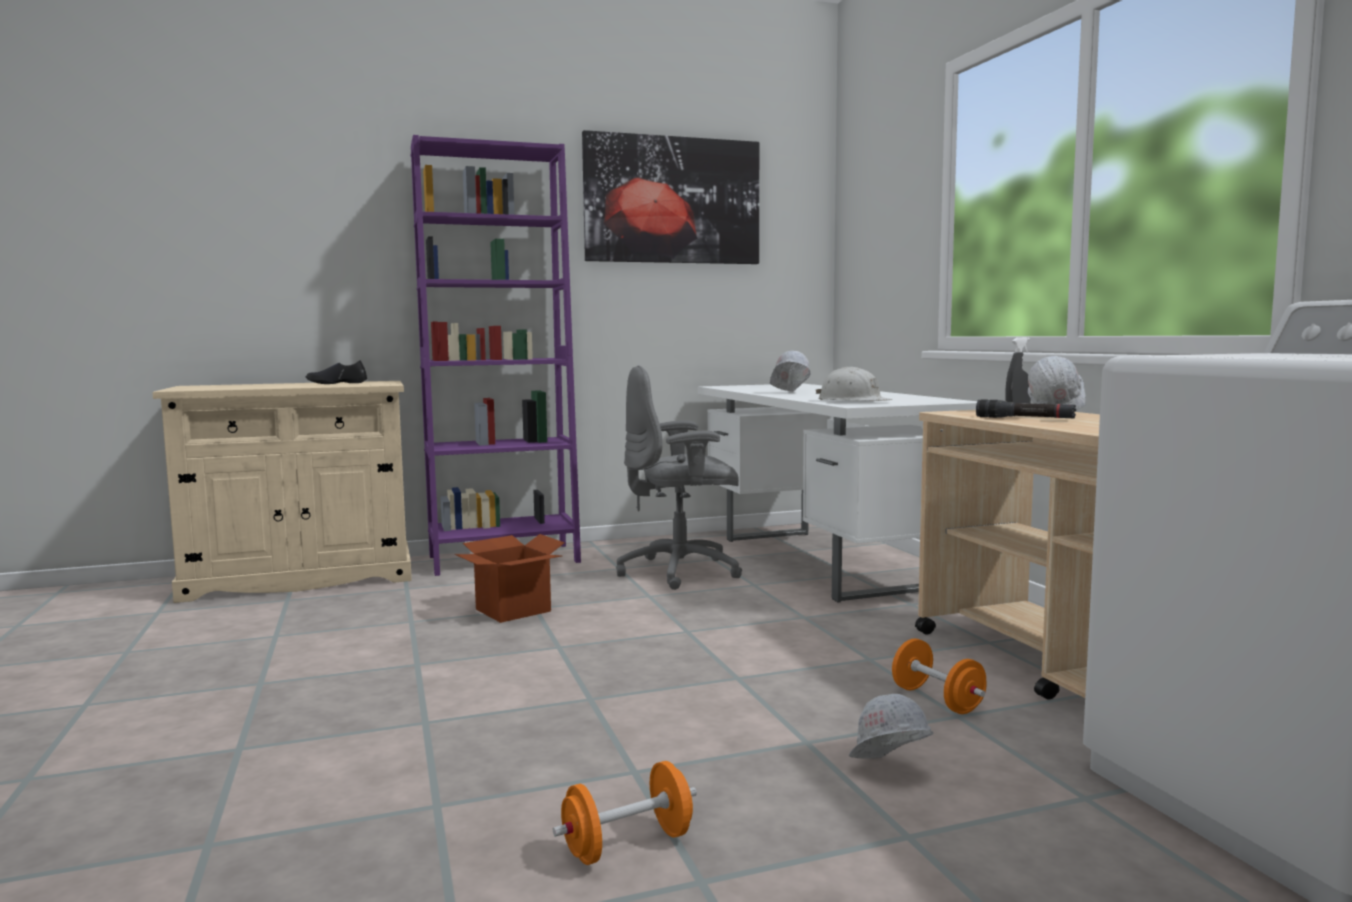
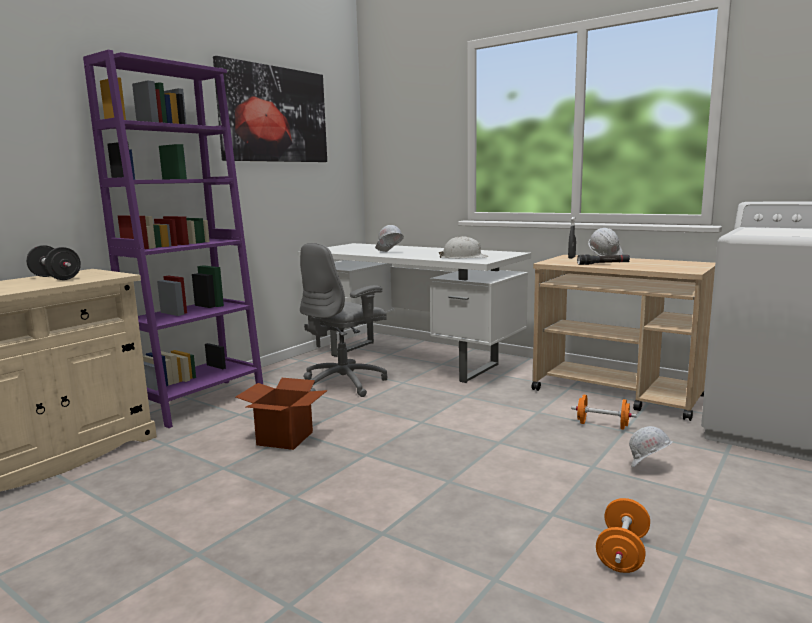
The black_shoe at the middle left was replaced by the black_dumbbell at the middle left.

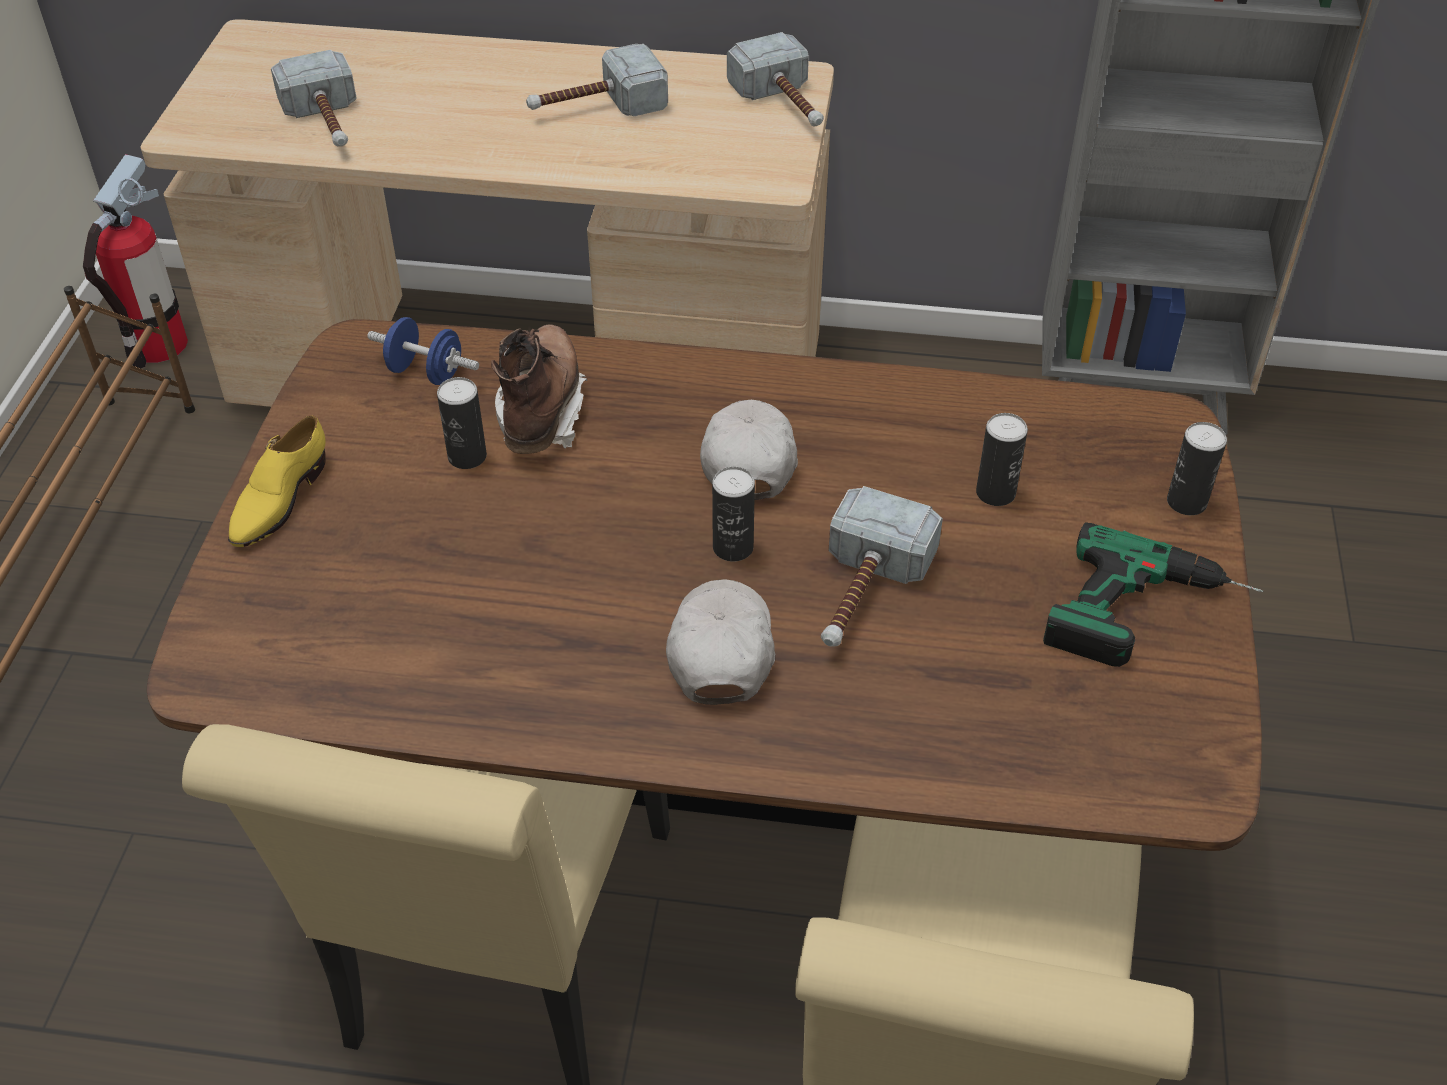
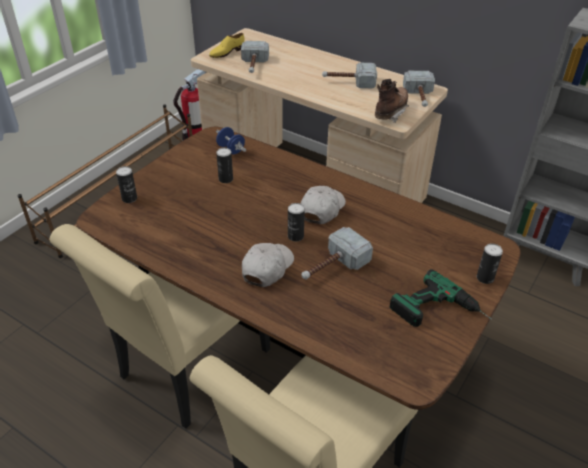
The yellow_shoe moved from the middle left to the top centre. The brown_boot moved from the centre to the top right. The can (no. 3 from left in the first image) moved from the middle right to the middle left.

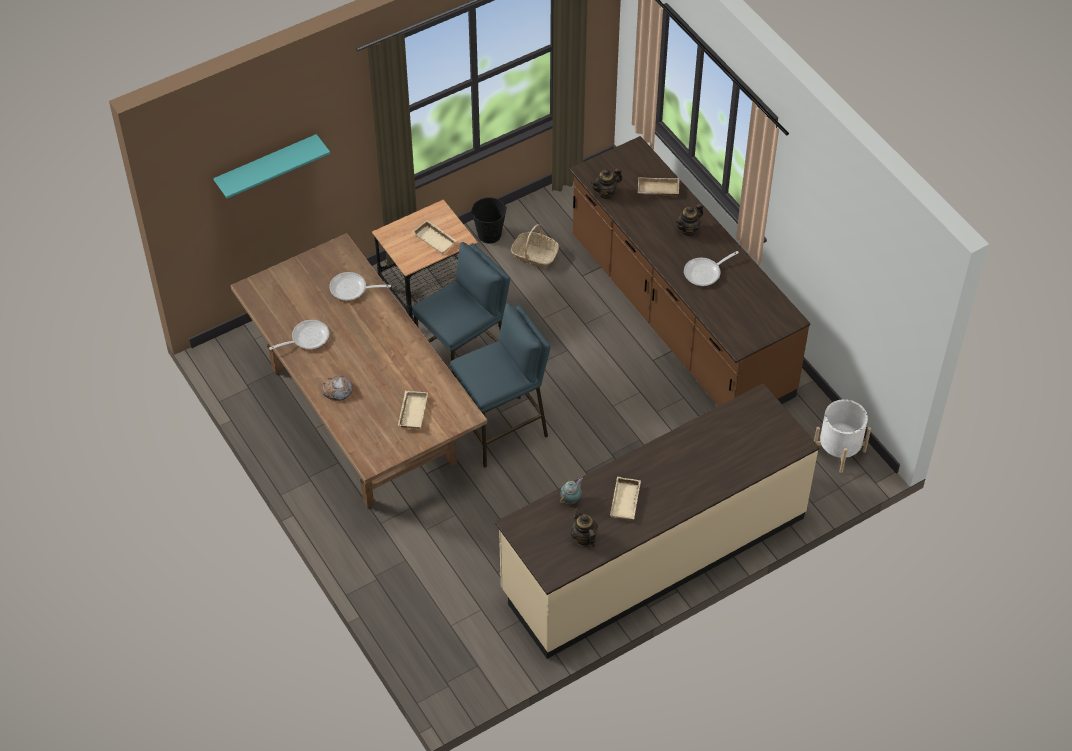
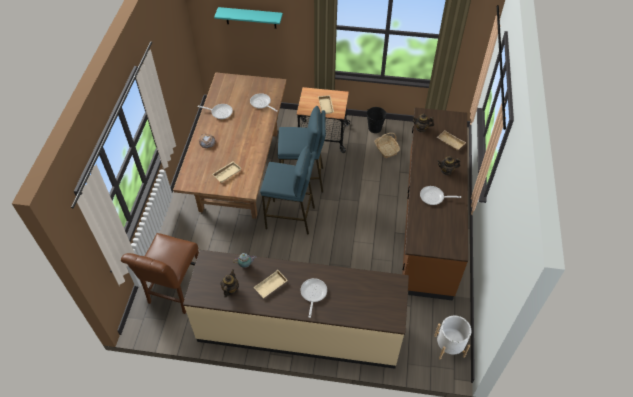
The brown_chair at the bottom left appeared. The frying_pan (no. 3 from left) at the bottom centre appeared.

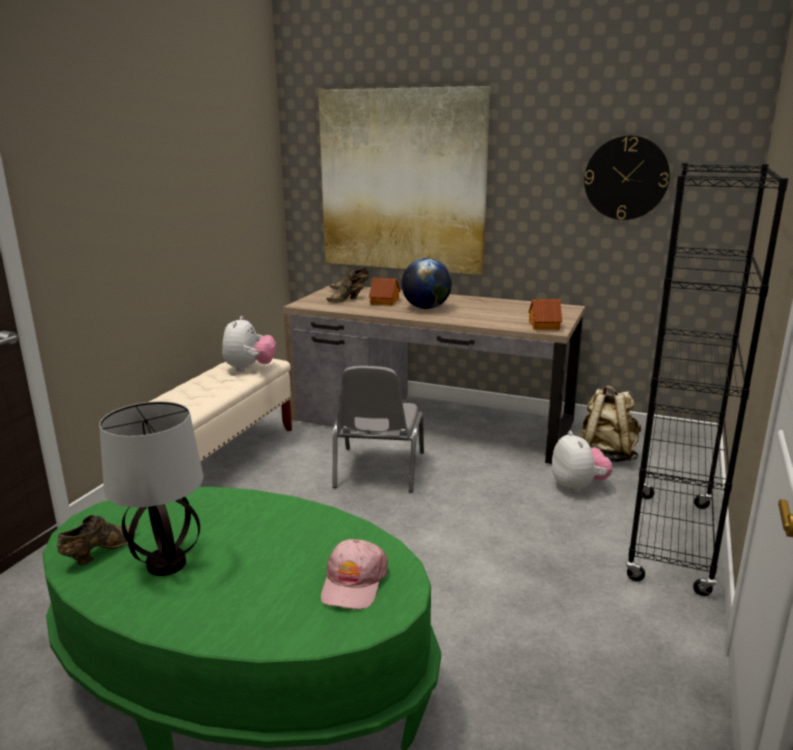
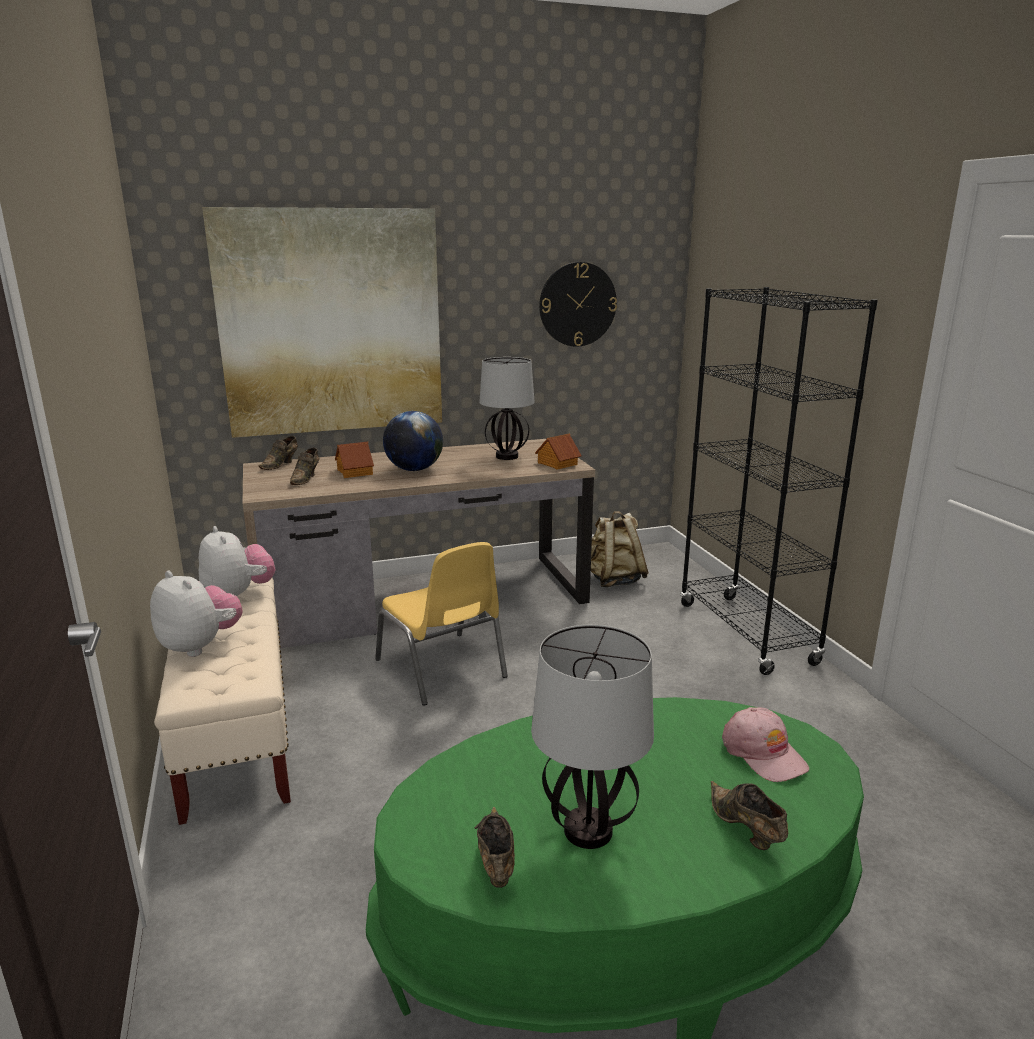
The grey_chair at the centre became the yellow_chair at the centre. The plush_toy (no. 2 from left in the first image) moved from the middle right to the middle left. The table_lamp (no. 1 from left) at the centre appeared. The brown_shoe (no. 4 from left) at the bottom right appeared.

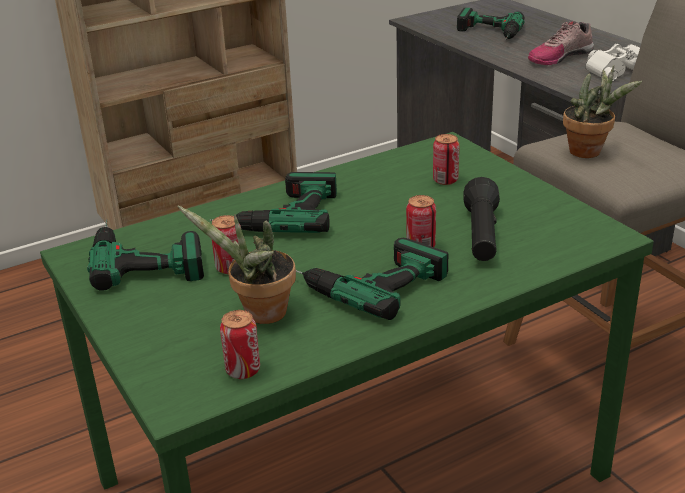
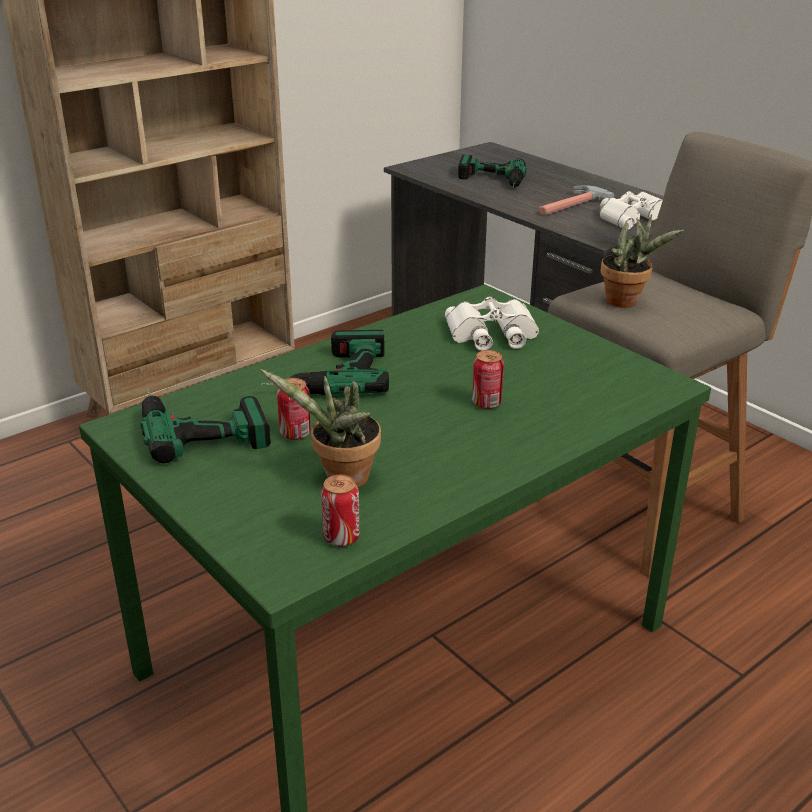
The power_drill (no. 3 from left) at the centre disappeared. The can (no. 4 from left) at the top centre was replaced by the white_binoculars (no. 1 from left) at the centre. The black_flashlight at the middle right disappeared. The shoe at the top right was replaced by the hammer at the top right.

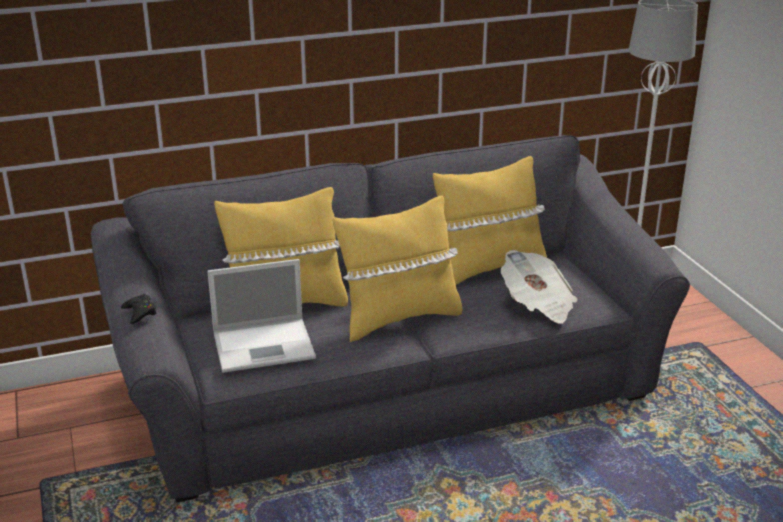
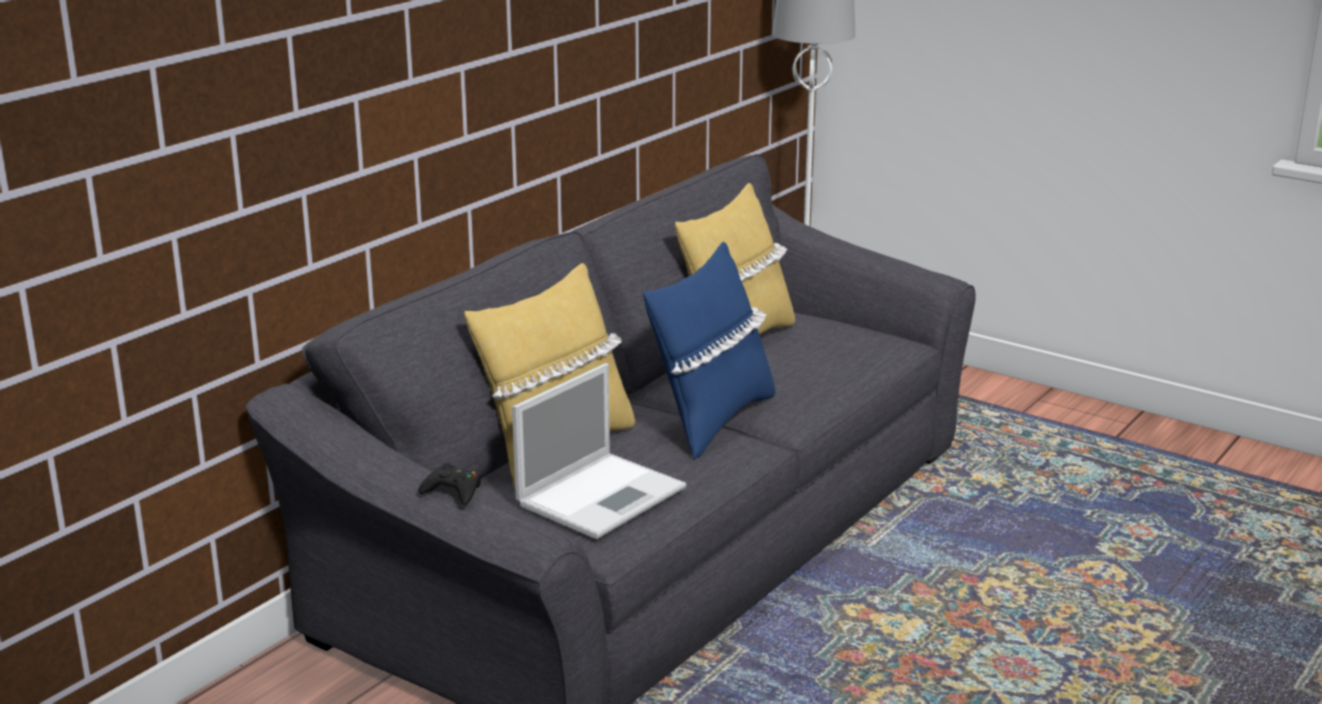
The yellow_pillow (no. 2 from left) at the centre became the blue_pillow at the centre. The newspaper at the middle right disappeared.

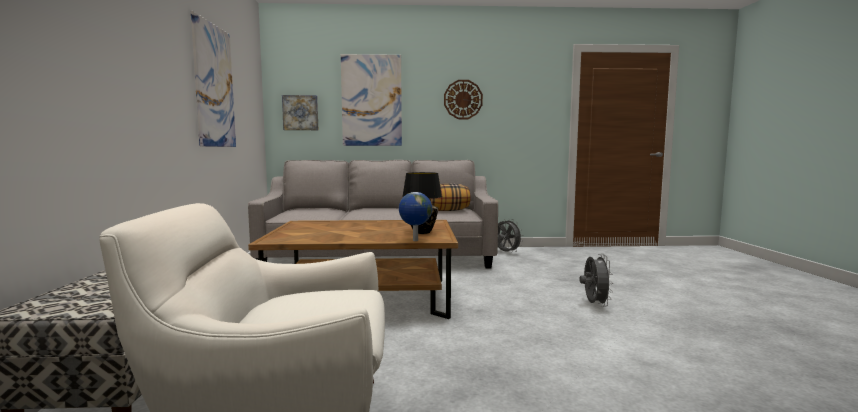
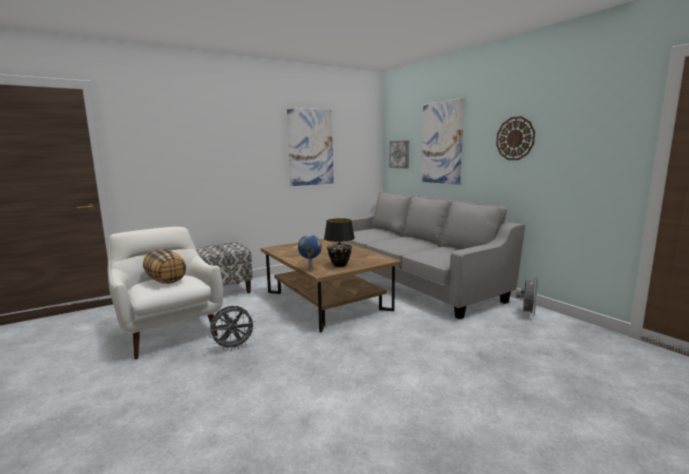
The pillow moved from the centre to the middle left. The grey_fan (no. 2 from left in the first image) moved from the bottom right to the bottom centre.

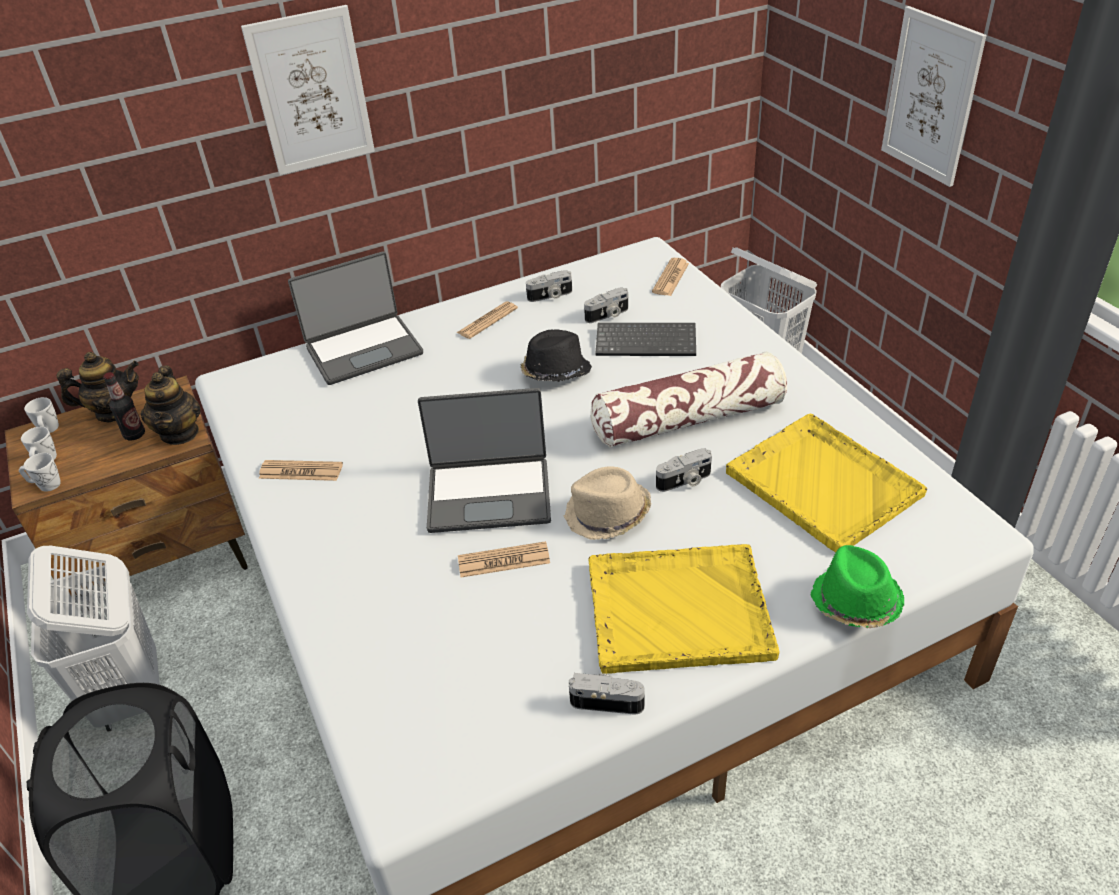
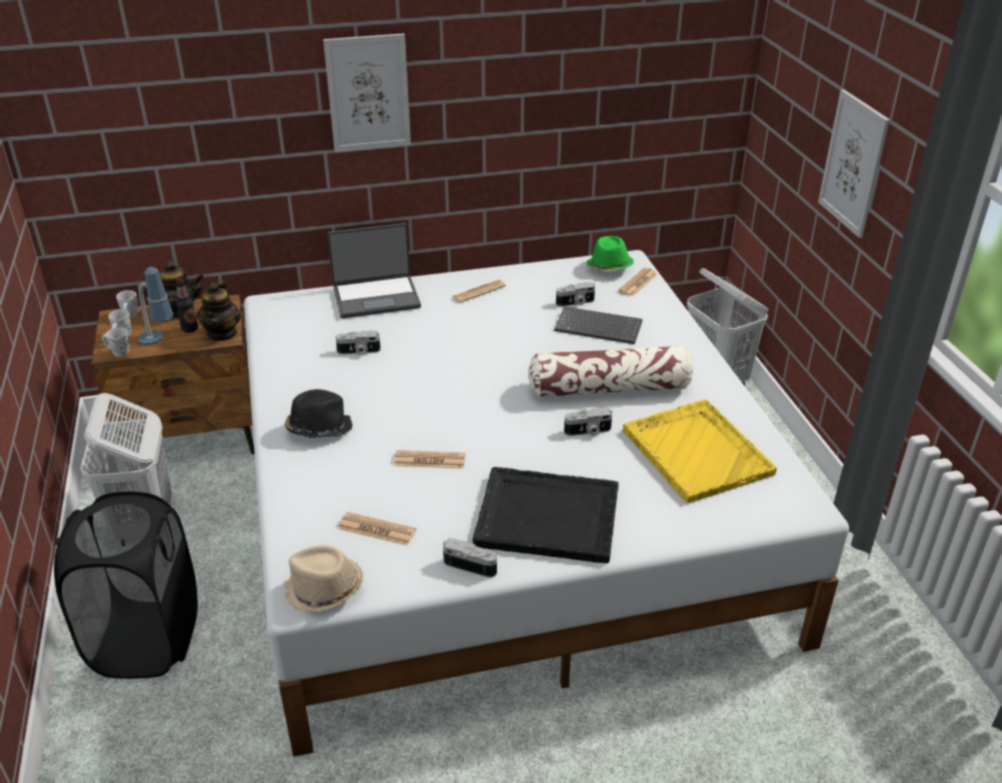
The newspaper (no. 1 from left) moved from the middle left to the bottom centre. The laptop (no. 2 from left) at the centre disappeared. The black_hat moved from the centre to the middle left. The photo_camera (no. 1 from left) moved from the top centre to the centre. The beige_hat moved from the centre to the bottom left. The yellow_tray (no. 1 from left) at the bottom centre became the black_tray at the centre. The green_hat moved from the middle right to the top centre. The table_lamp at the middle left appeared.

